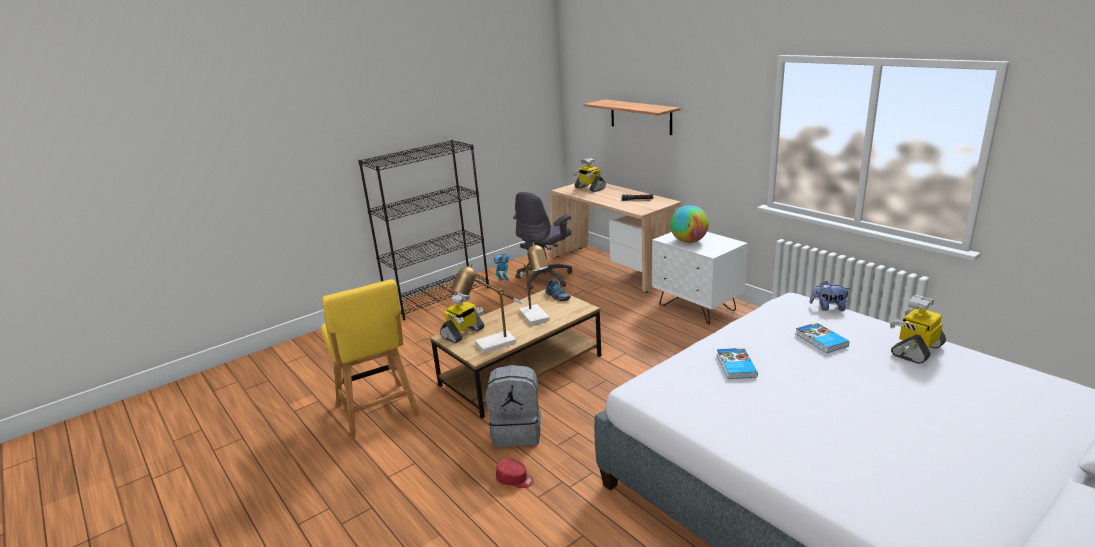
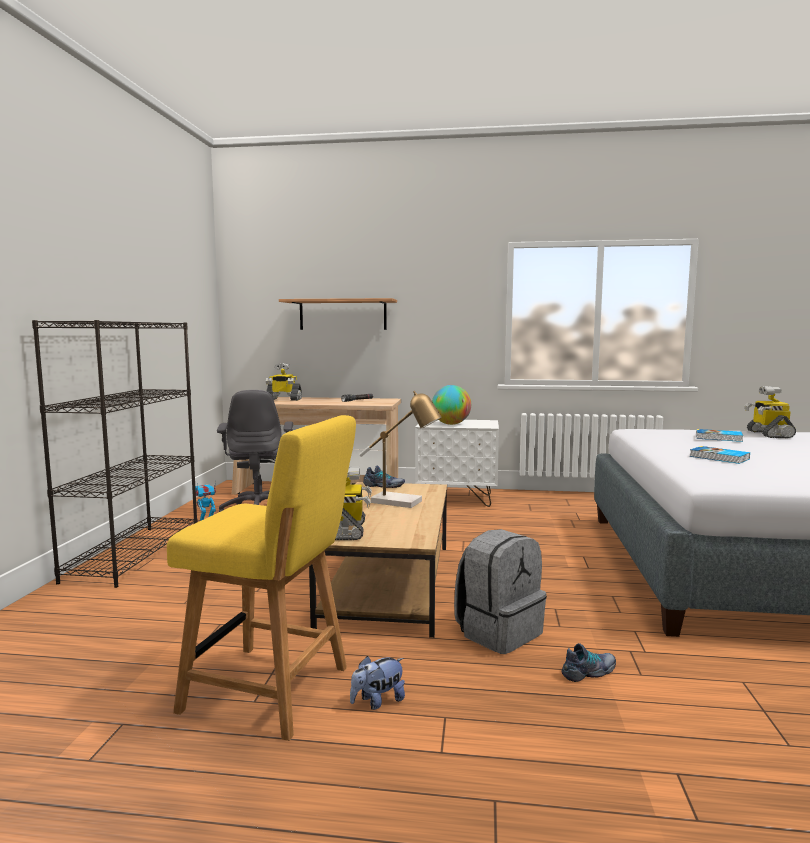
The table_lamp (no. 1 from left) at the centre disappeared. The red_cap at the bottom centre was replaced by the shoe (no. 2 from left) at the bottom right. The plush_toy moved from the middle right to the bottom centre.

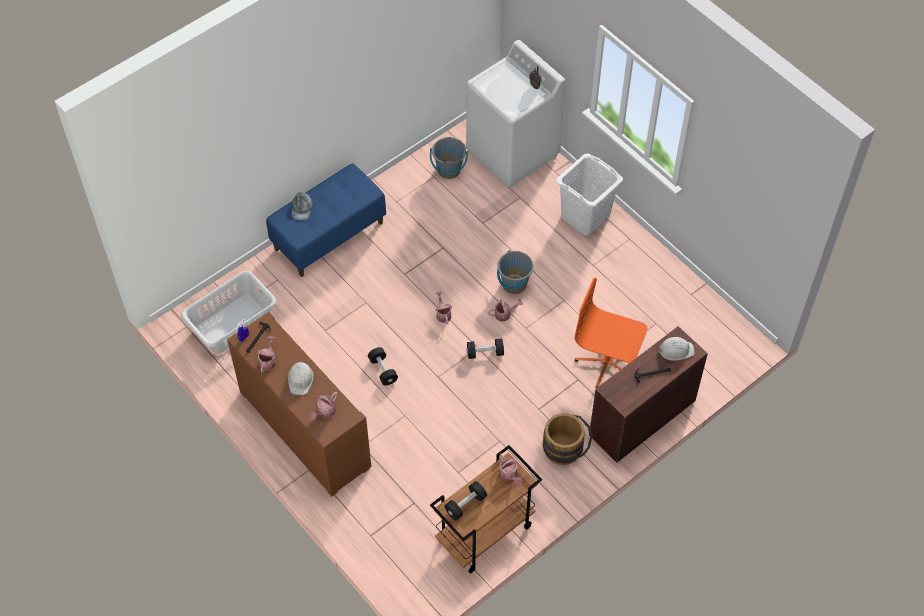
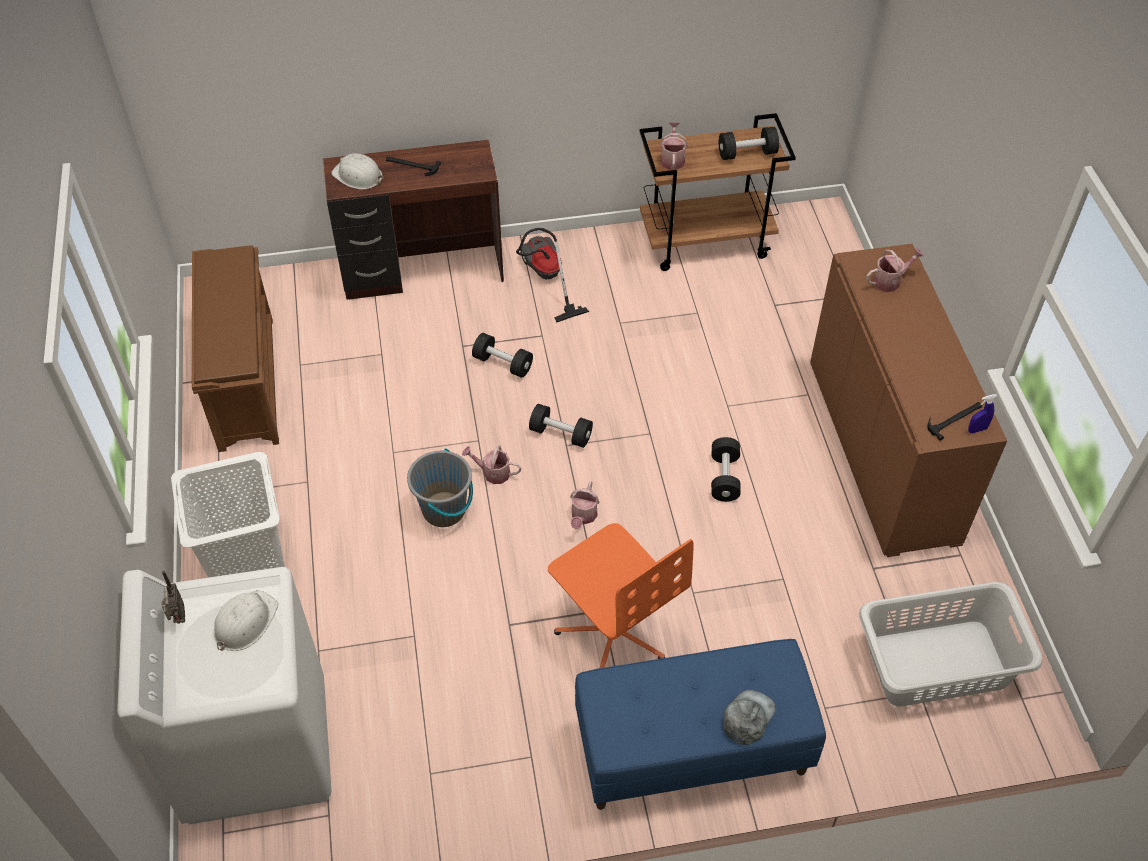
The watering_can (no. 1 from left) at the middle left disappeared. The white_hard_hat (no. 1 from left) moved from the middle left to the bottom left. The grey_bucket (no. 1 from left) at the top centre disappeared. The brown_bucket at the bottom centre was replaced by the vacuum_cleaner at the top centre. The orange_office_chair moved from the centre to the bottom centre. The brown_shoe_rack at the middle left appeared. The black_dumbbell (no. 1 from left) at the centre appeared.

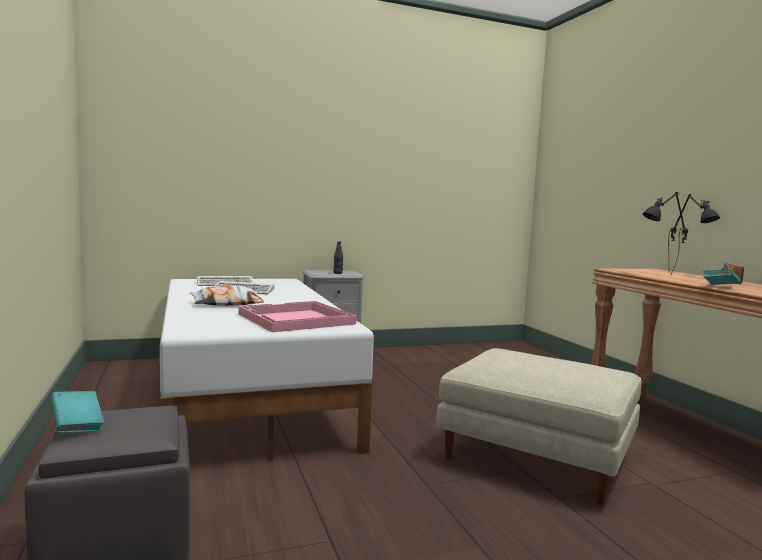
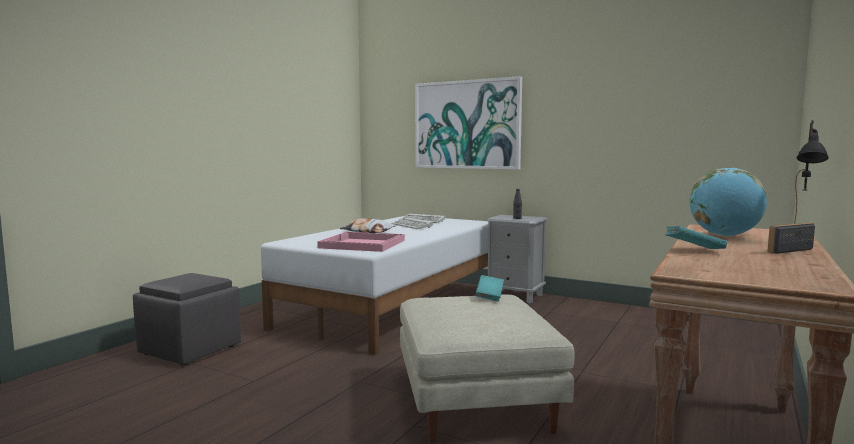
The turquoise_book (no. 1 from left) moved from the bottom left to the centre. The black_table_lamp (no. 1 from left) at the middle right was replaced by the globe at the middle right. The picture at the top centre appeared.

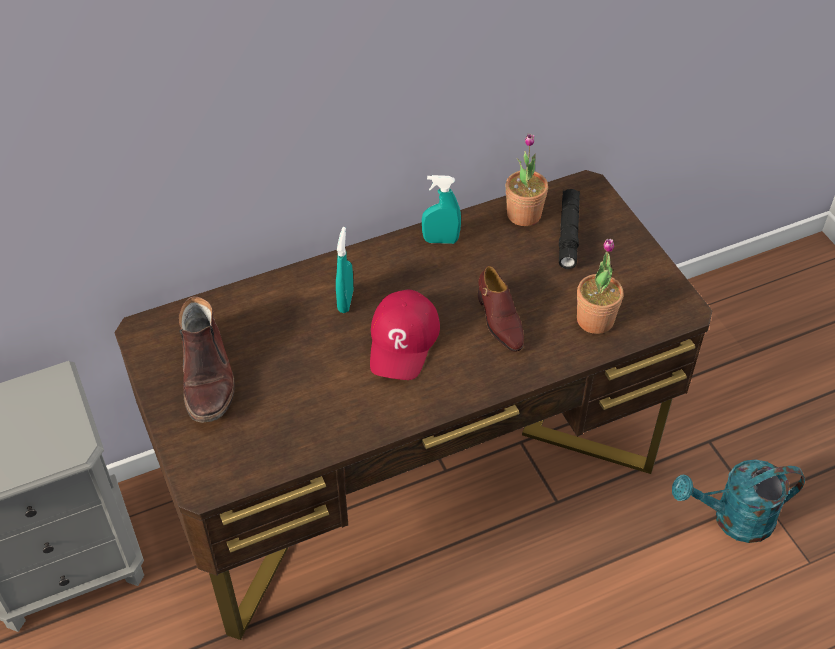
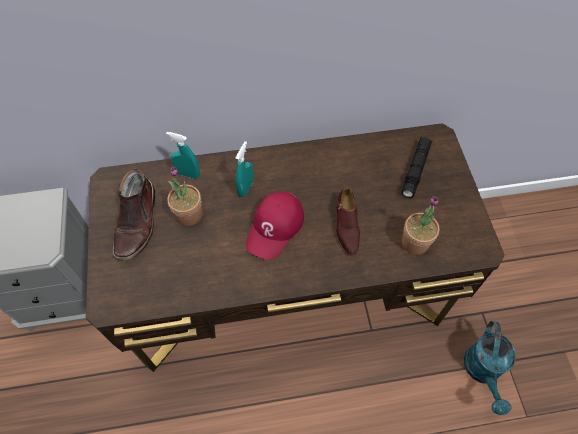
The turquoise_spray_bottle (no. 2 from left in the first image) moved from the top centre to the middle left. The potted_plant (no. 1 from left) moved from the top centre to the middle left. The turquoise_watering_can at the bottom right turned 90 degrees counterclockwise.

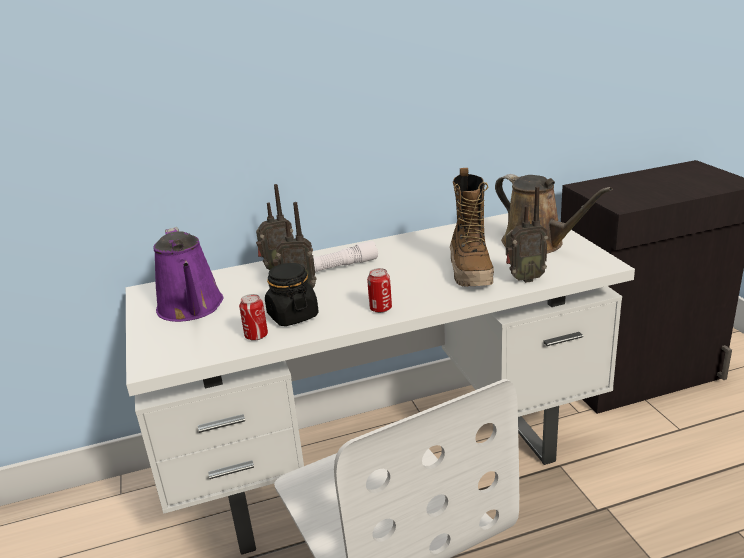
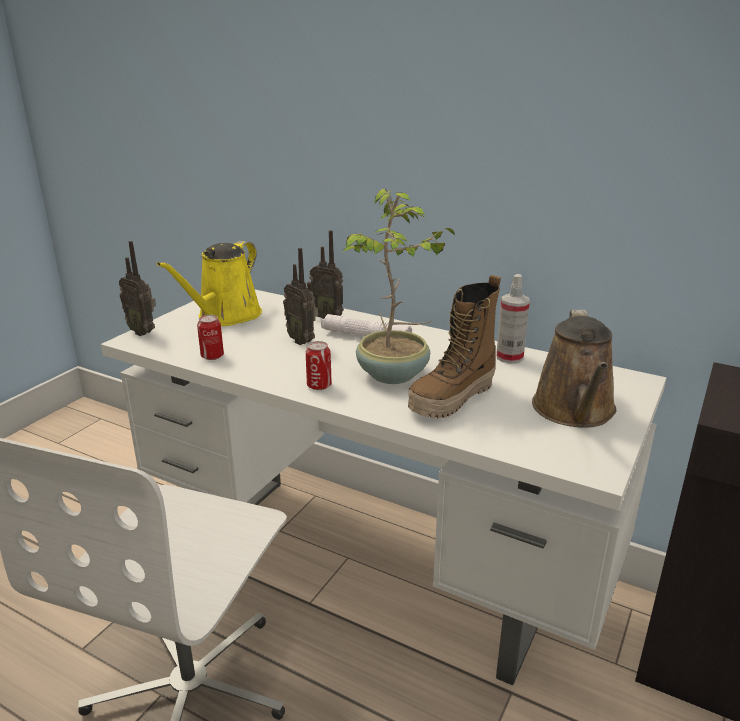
The purple_watering_can at the middle left became the yellow_watering_can at the middle left. The black_jar at the centre disappeared. The radio (no. 3 from left in the first image) moved from the middle right to the middle left. The potted_plant at the centre appeared. The spray_bottle at the middle right appeared.

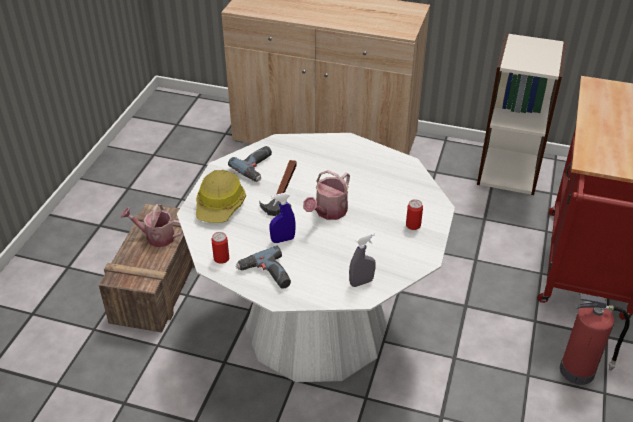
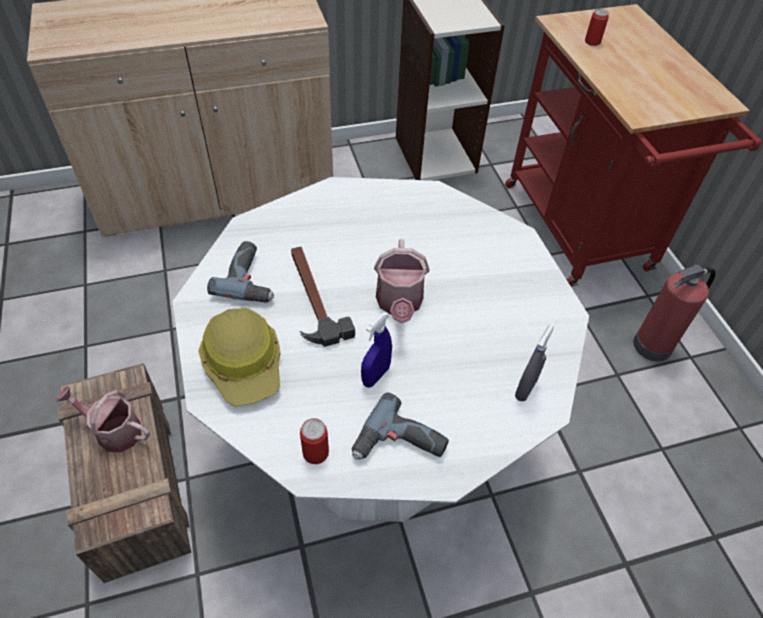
The watering_can (no. 1 from left) at the middle left turned 45 degrees clockwise. The can (no. 2 from left) moved from the centre to the top right.

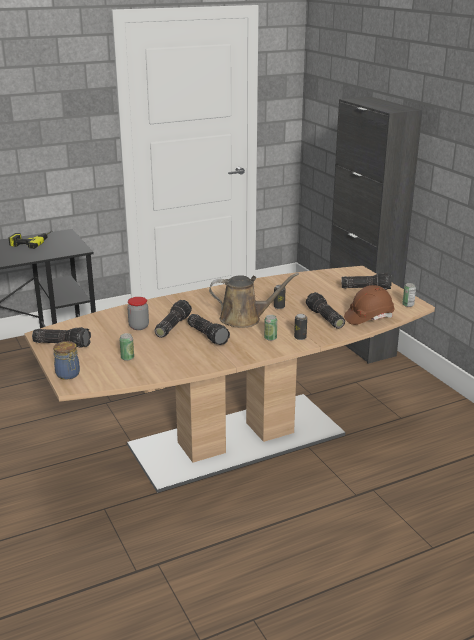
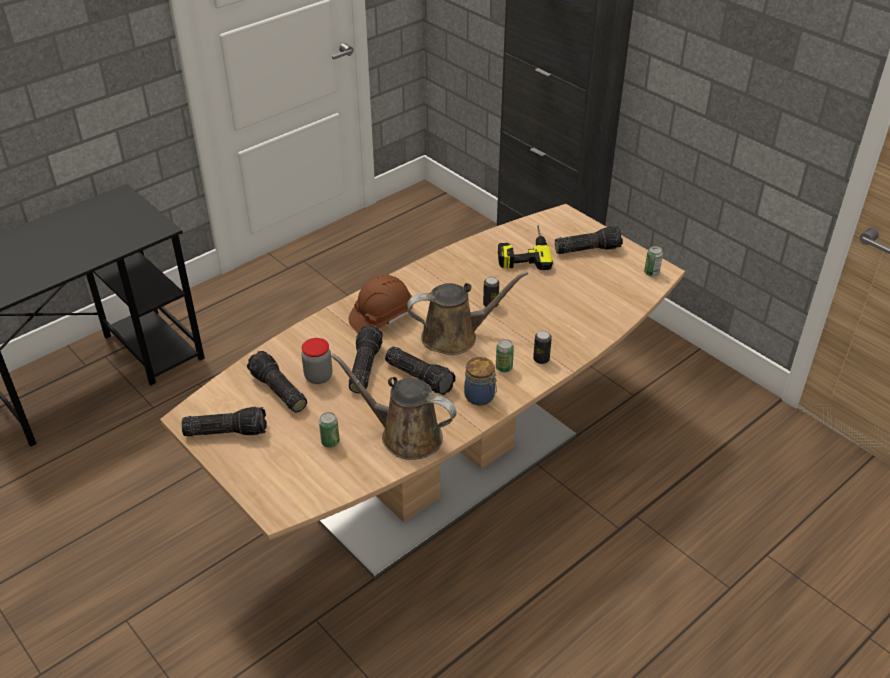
The power_drill moved from the middle left to the centre. The jar (no. 1 from left in the first image) moved from the middle left to the centre. The flashlight (no. 4 from left in the first image) moved from the middle right to the middle left. The brown_hard_hat moved from the middle right to the centre. The brown_watering_can (no. 1 from left) at the centre appeared.

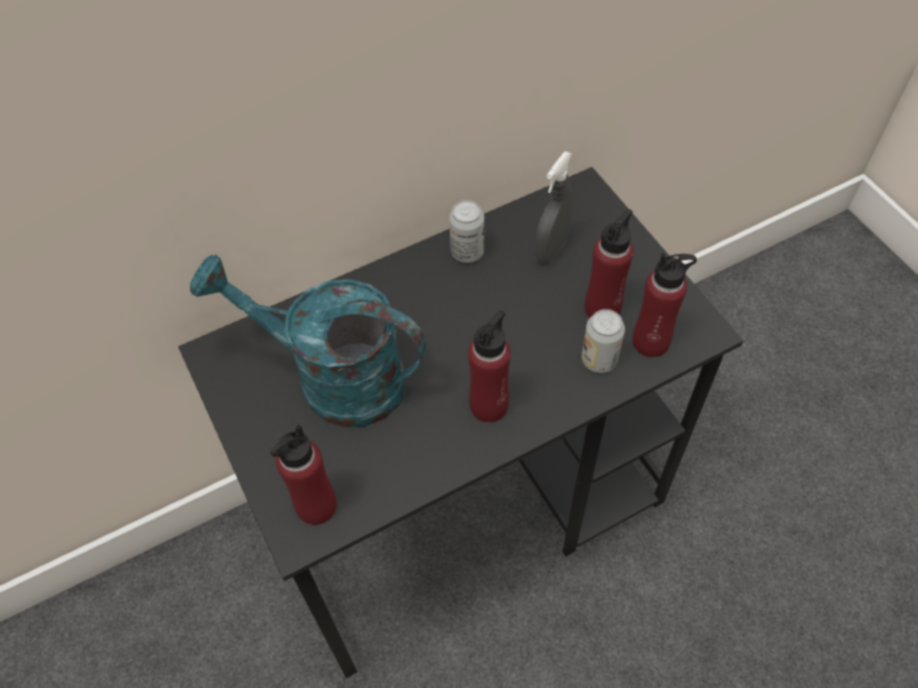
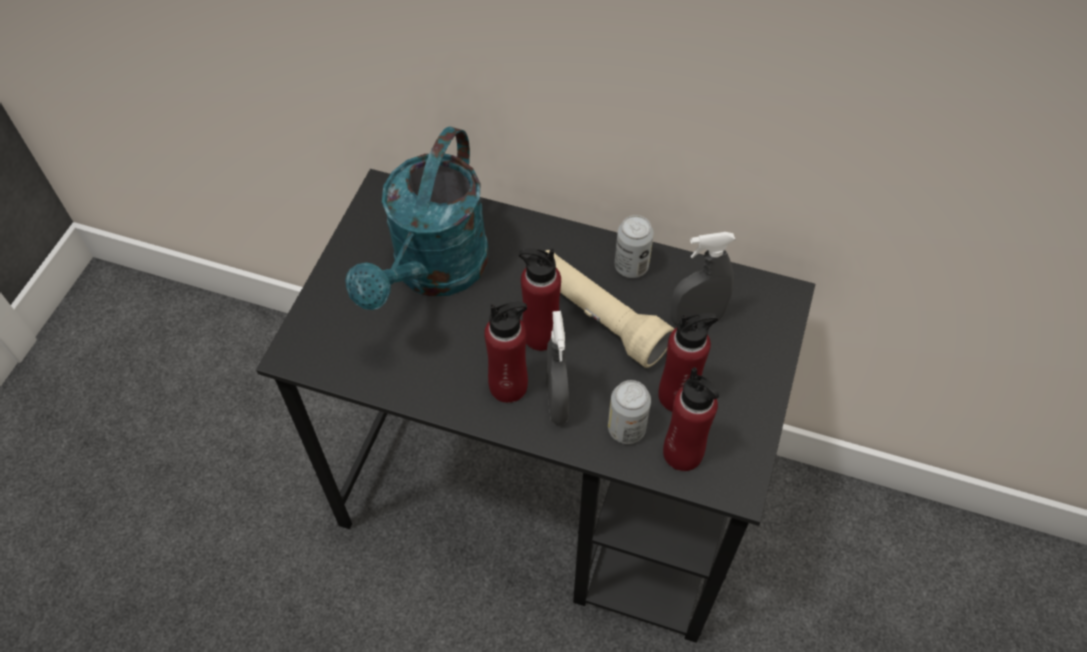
The turquoise_watering_can at the centre turned 135 degrees counterclockwise. The red_bottle (no. 1 from left in the first image) moved from the bottom left to the centre. The beige_flashlight at the centre appeared. The grey_spray_bottle (no. 1 from left) at the centre appeared.

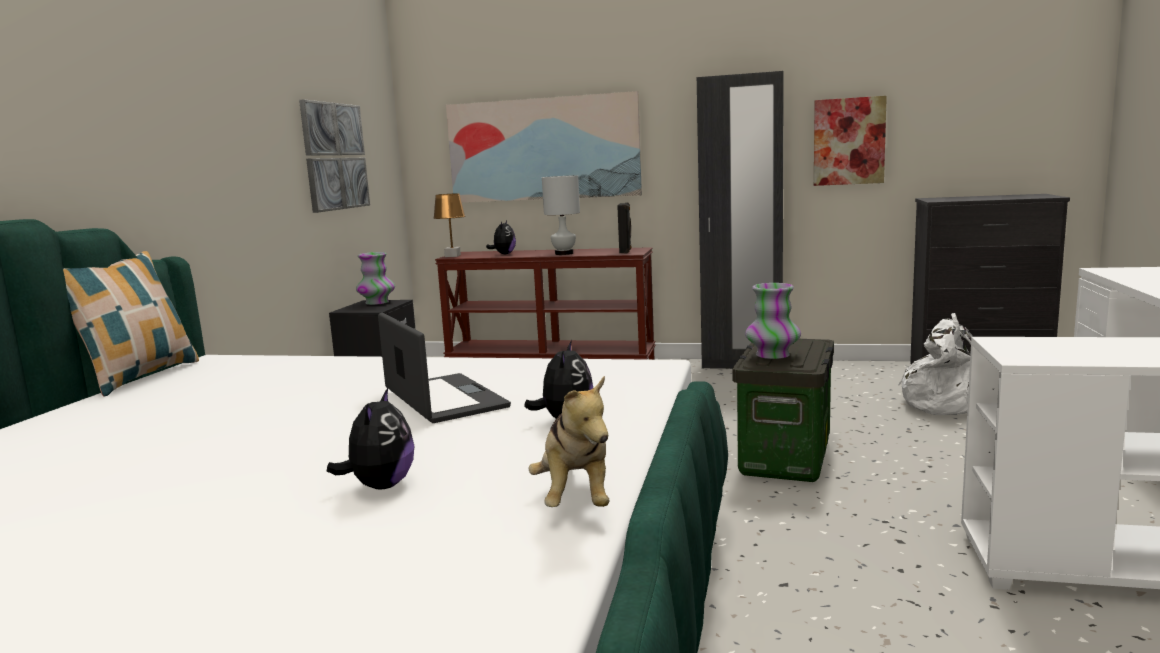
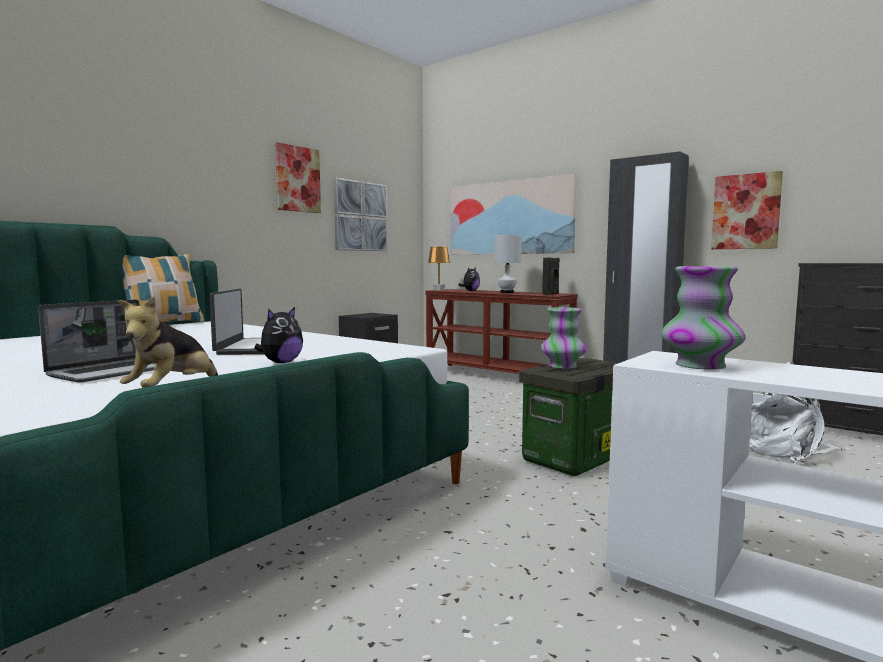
The plush_toy (no. 1 from left) at the bottom left was replaced by the laptop (no. 1 from left) at the middle left. The vase (no. 1 from left in the first image) moved from the middle left to the middle right. The picture (no. 1 from left) at the top centre appeared.

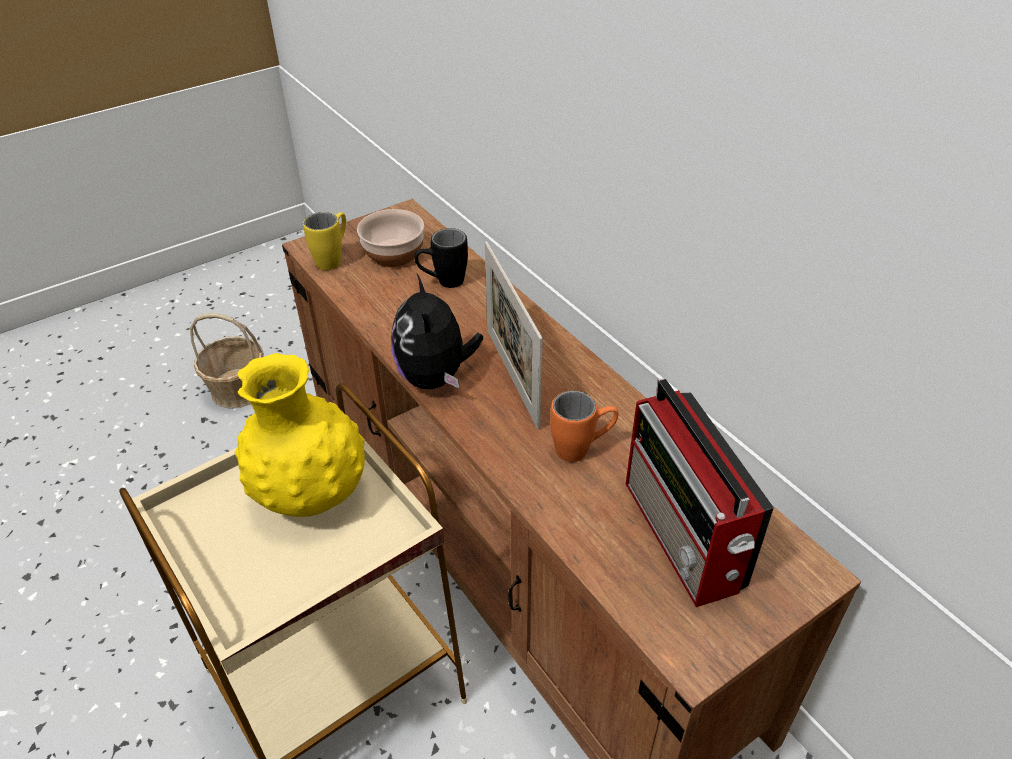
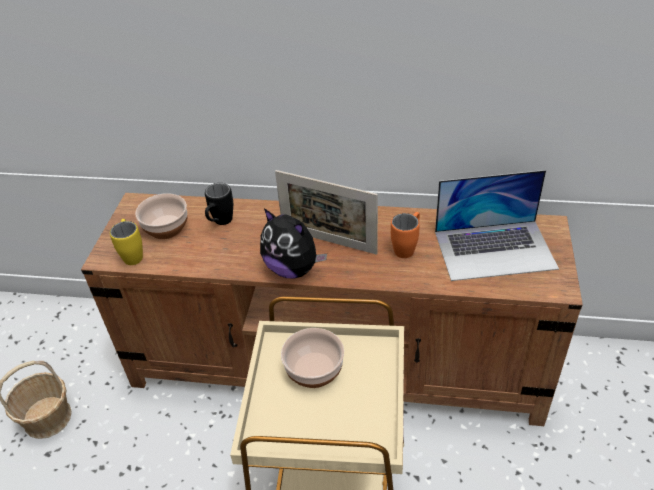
The yellow_vase at the middle left was replaced by the bowl (no. 2 from left) at the bottom centre. The radio at the middle right was replaced by the laptop at the middle right.

